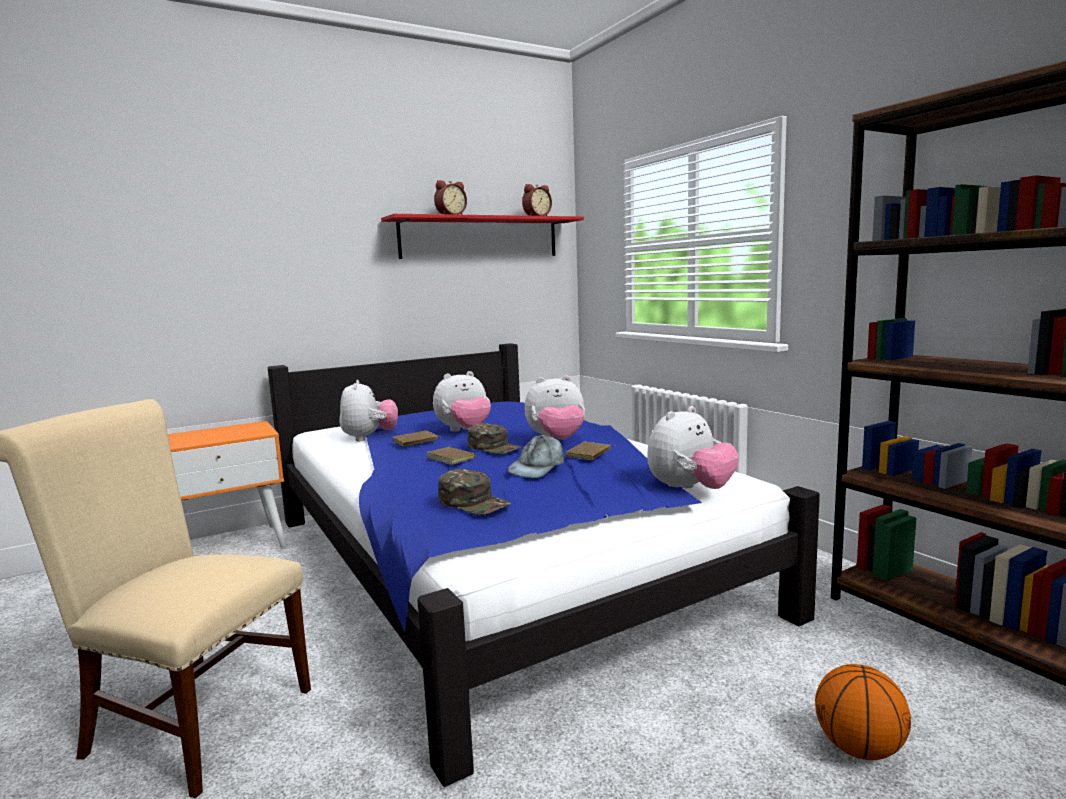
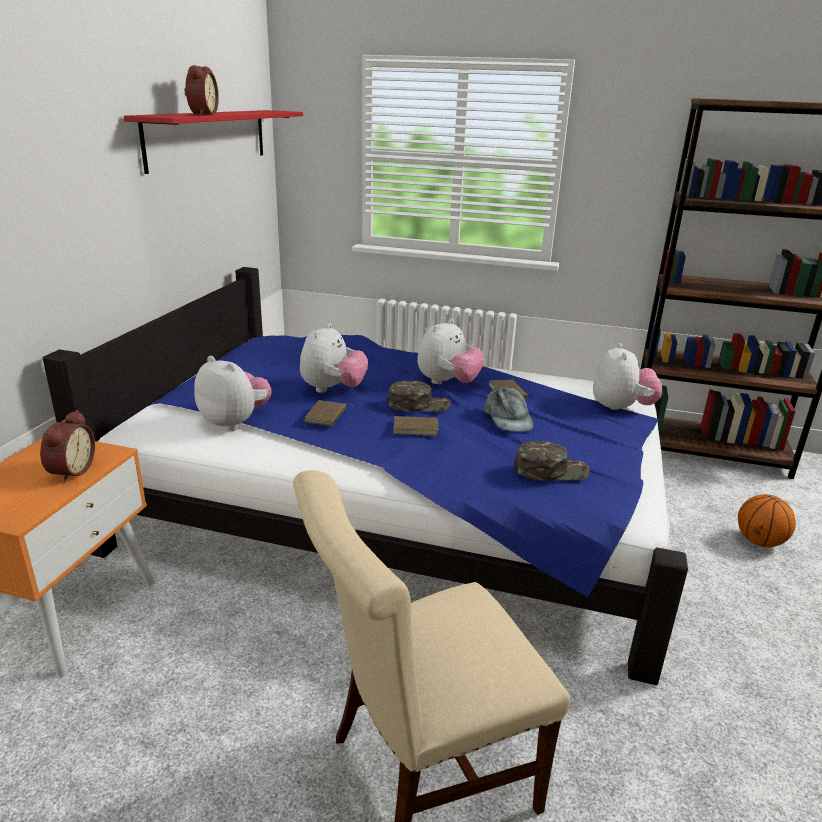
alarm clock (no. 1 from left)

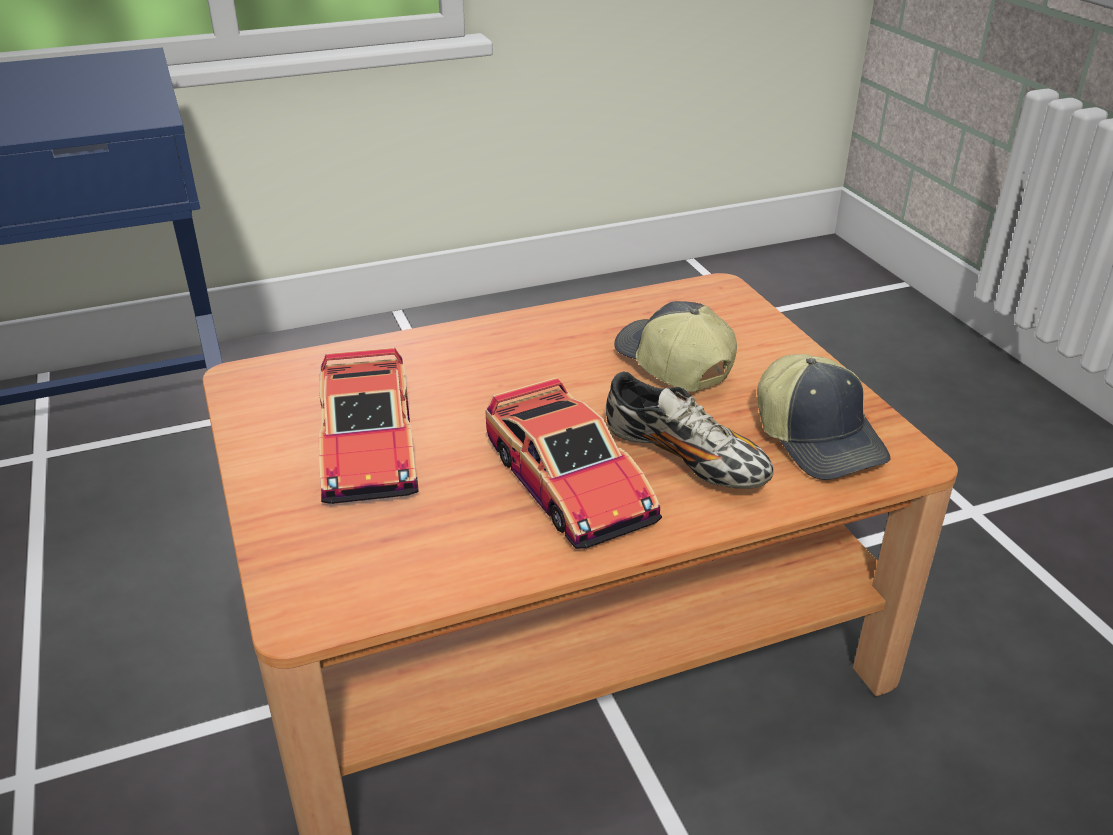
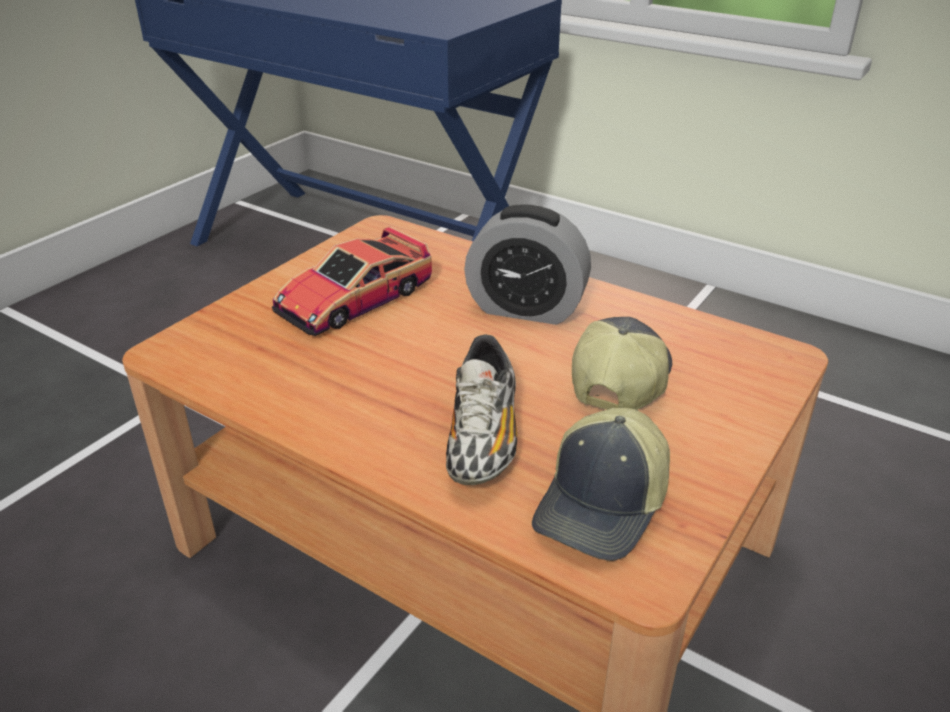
toy car (no. 2 from left in the first image)
alarm clock

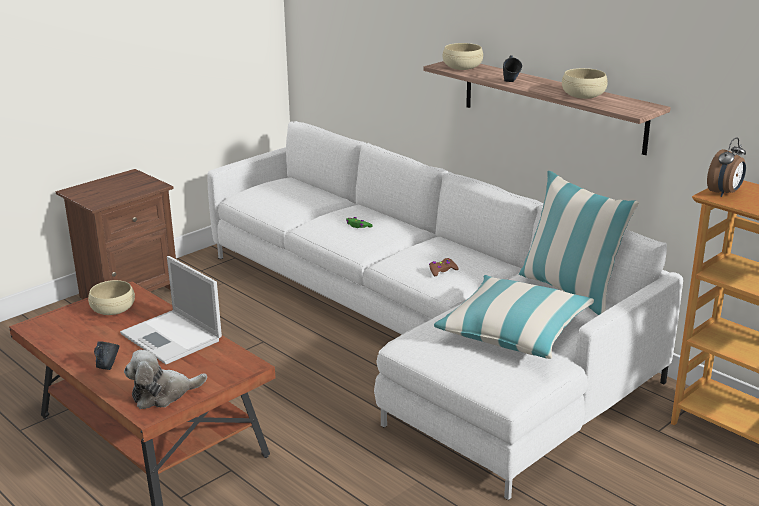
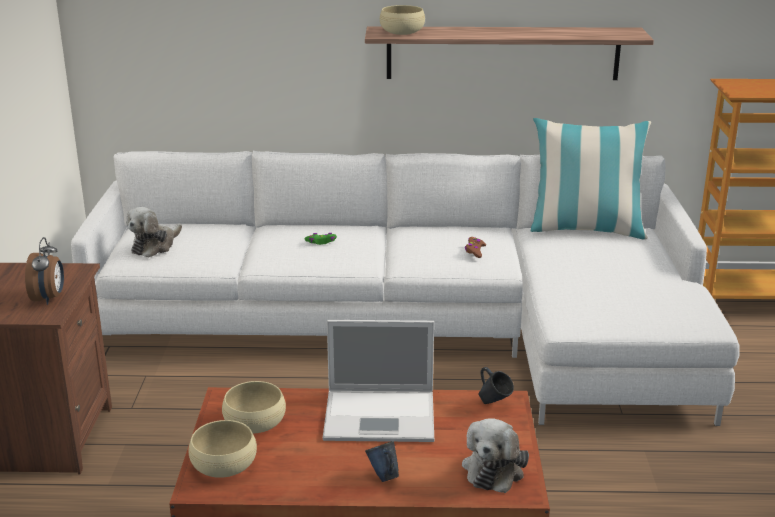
pillow (no. 1 from left in the first image)
plush toy (no. 1 from left)
blue mug (no. 2 from left)
beige bowl (no. 1 from left)
alarm clock

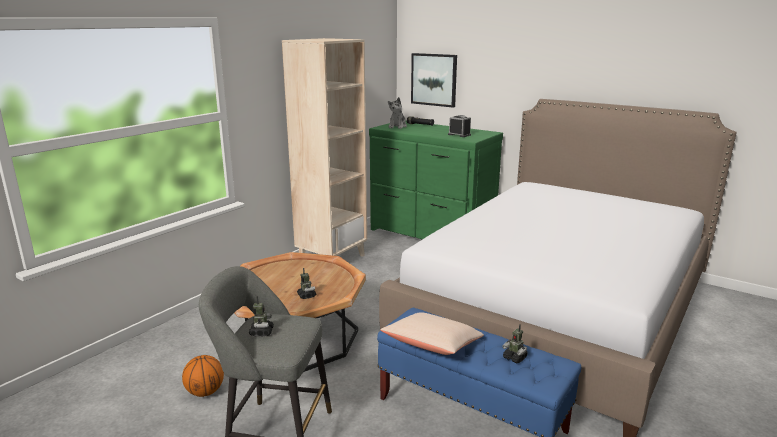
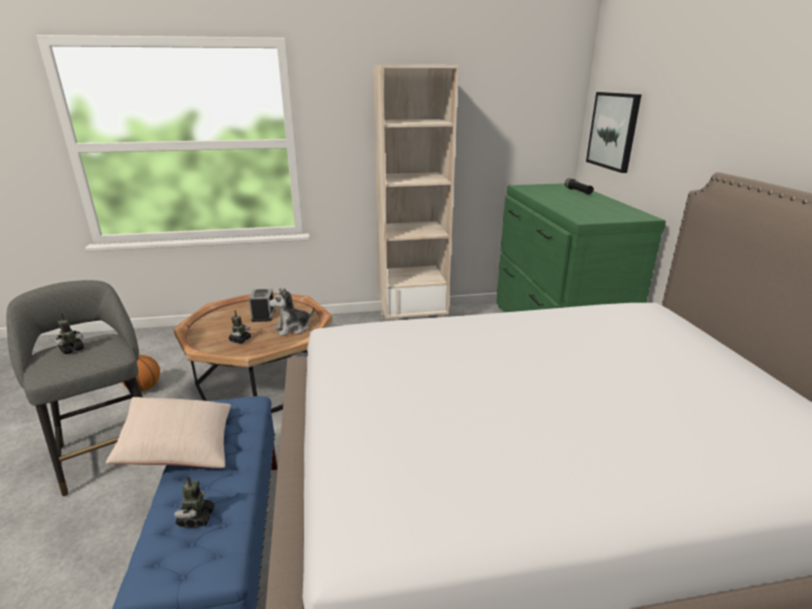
plush toy
alarm clock

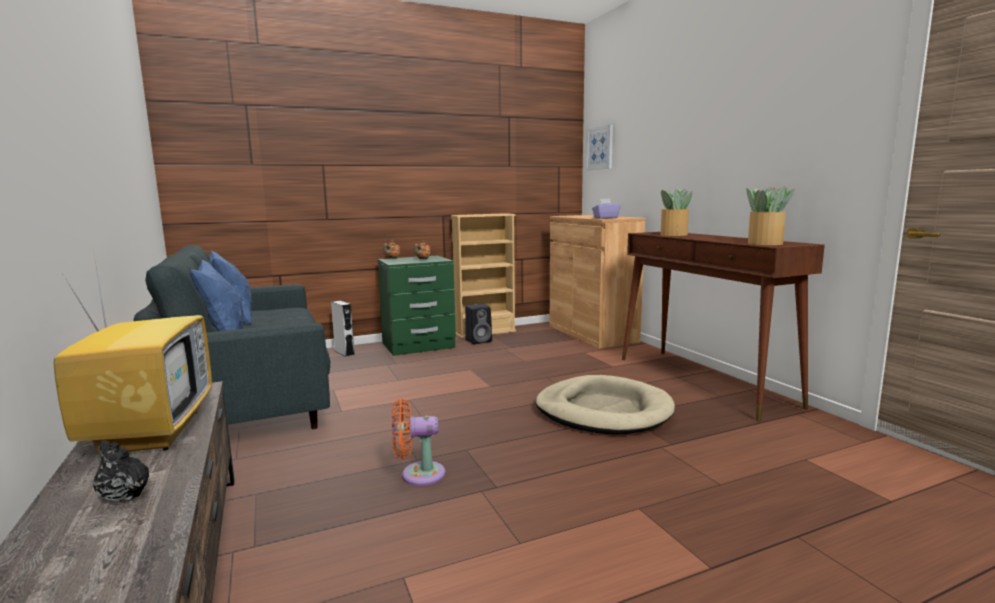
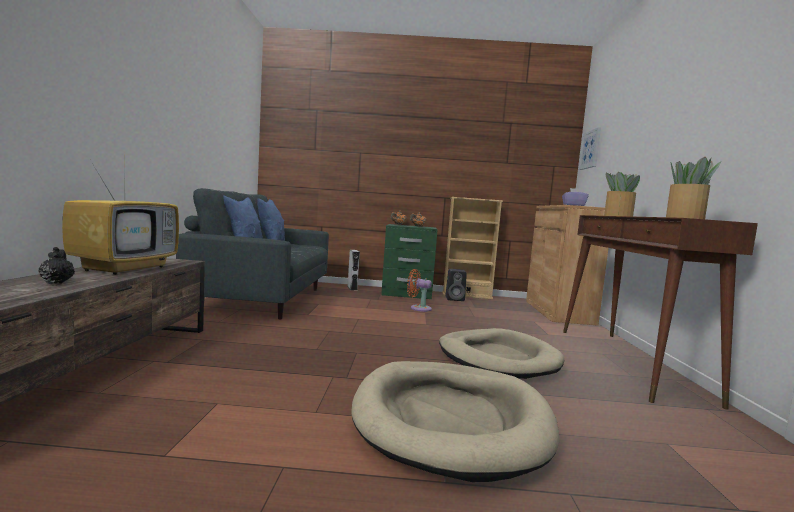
beige dog bed (no. 1 from left)
orange fan

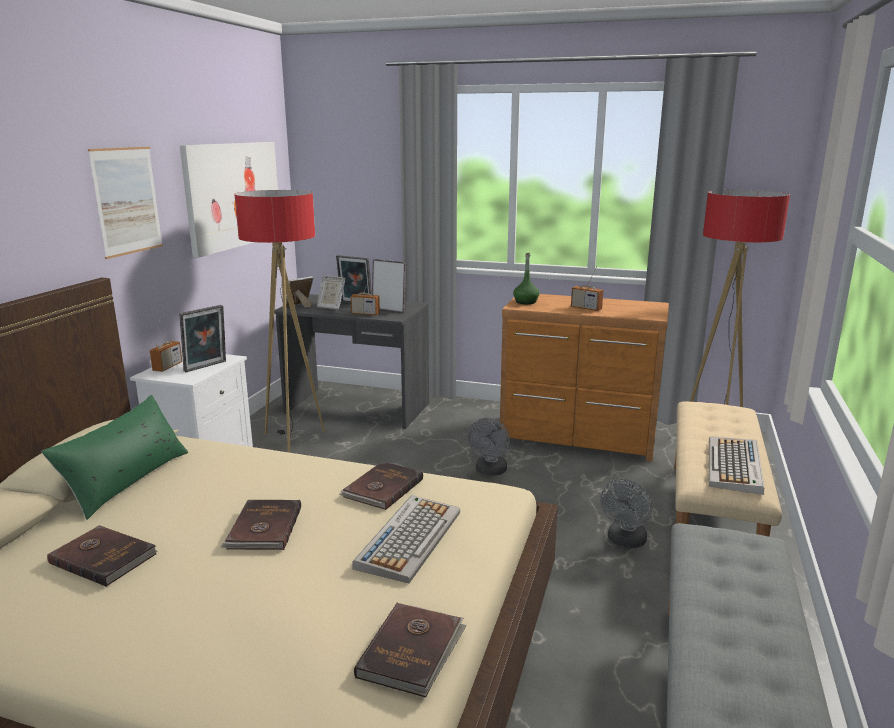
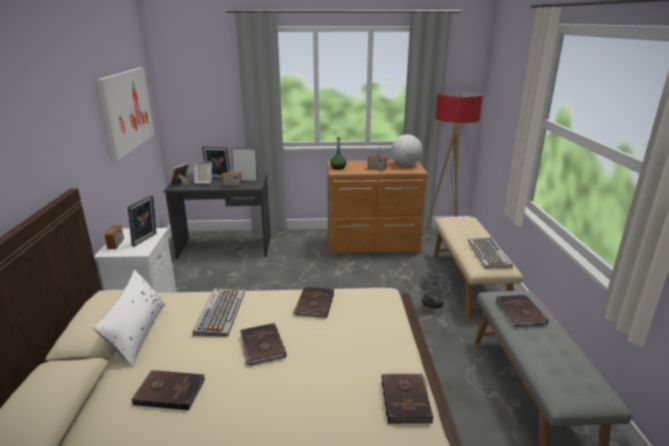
picture (no. 1 from left in the first image)
floor lamp (no. 1 from left in the first image)
grey fan (no. 1 from left in the first image)
globe
brown book (no. 5 from left)
keyboard (no. 1 from left)
white pillow

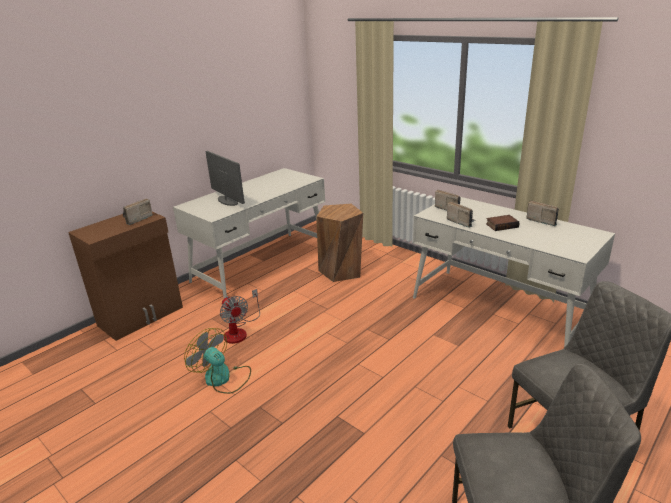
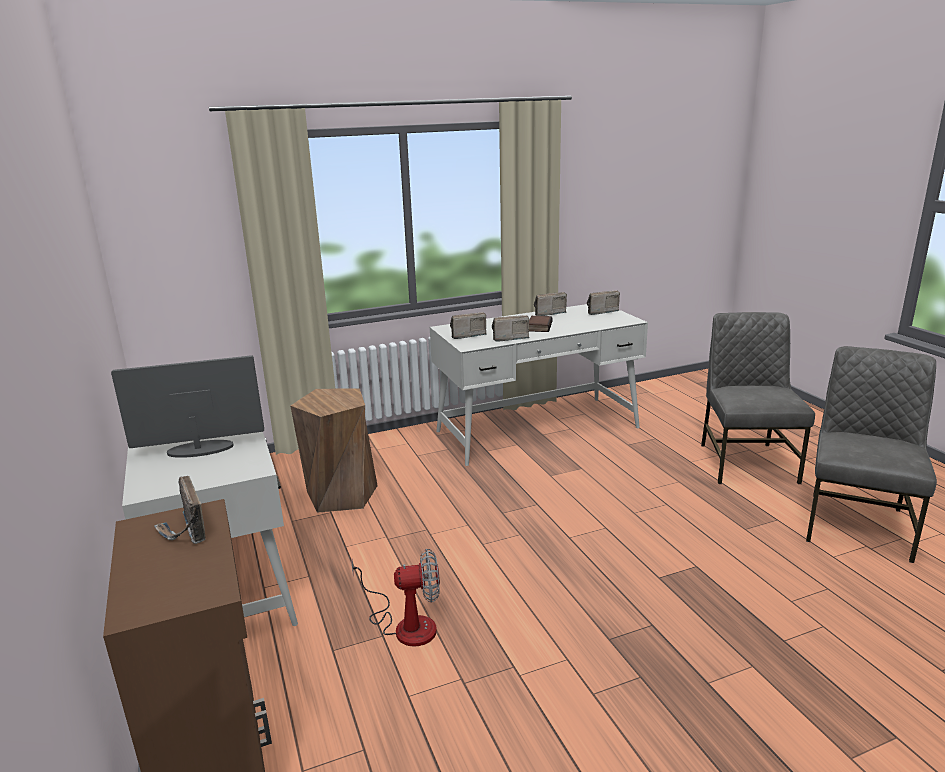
fan (no. 1 from left in the first image)
radio (no. 5 from left)

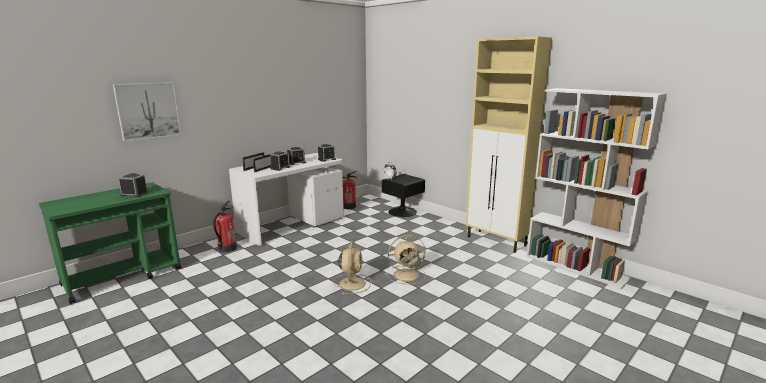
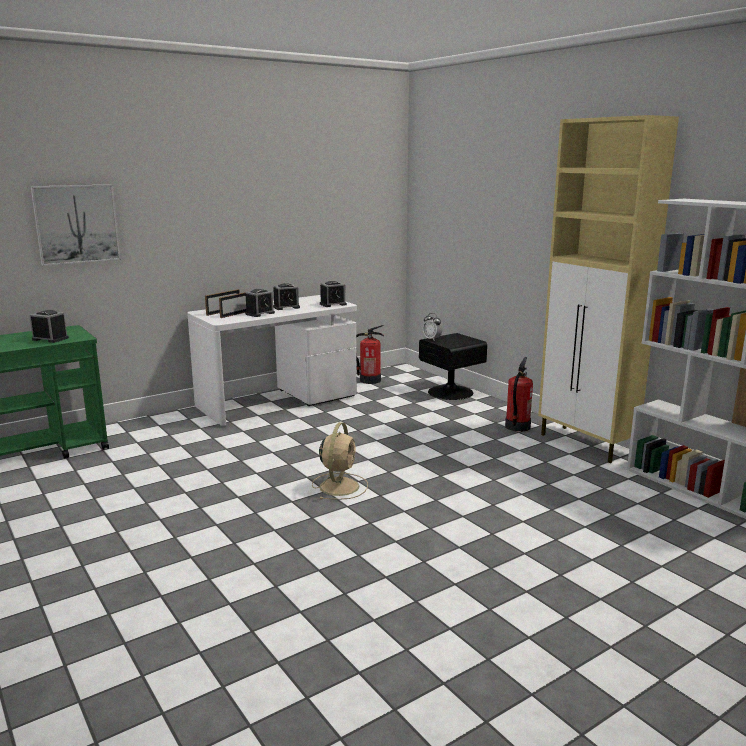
beige fan (no. 2 from left in the first image)
fire extinguisher (no. 2 from left)

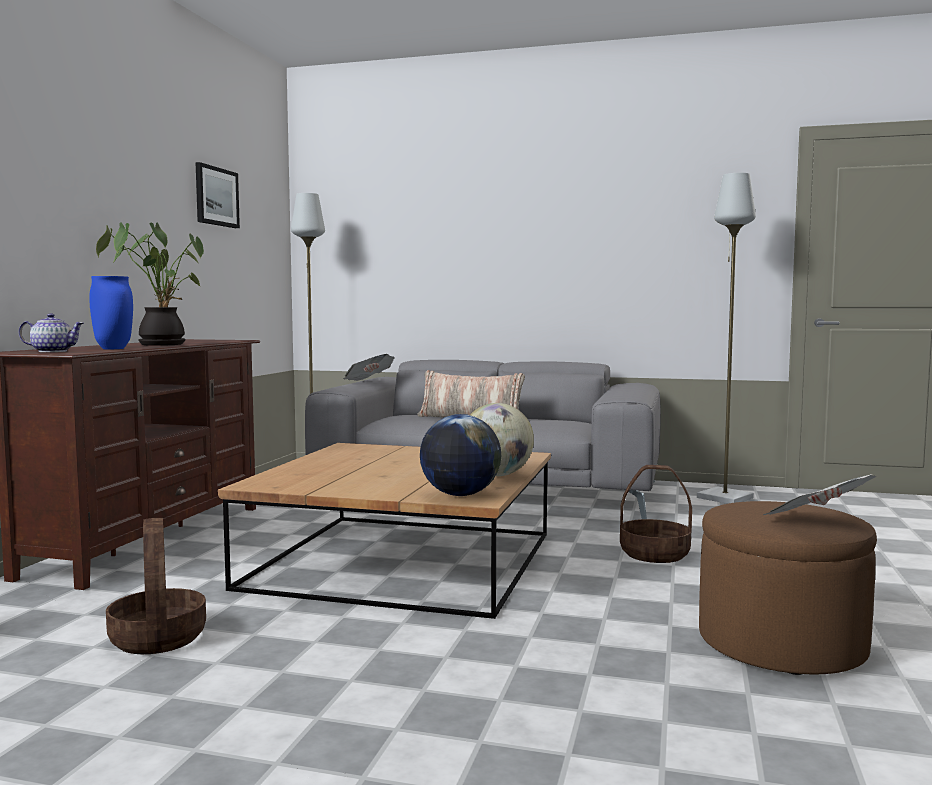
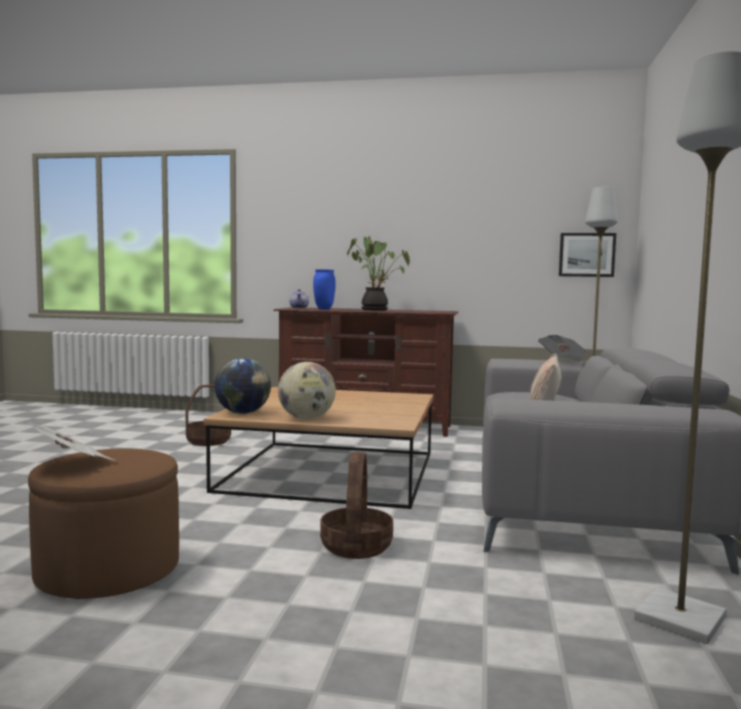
picture

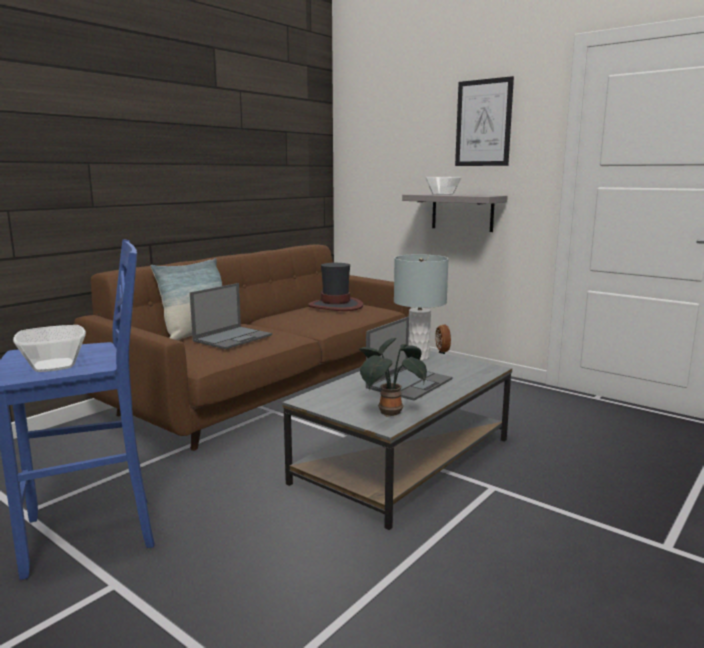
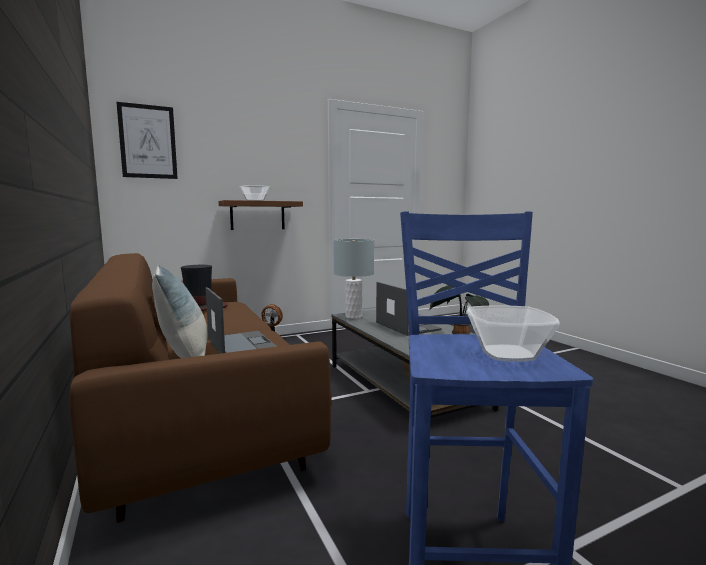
picture
brown shelf

